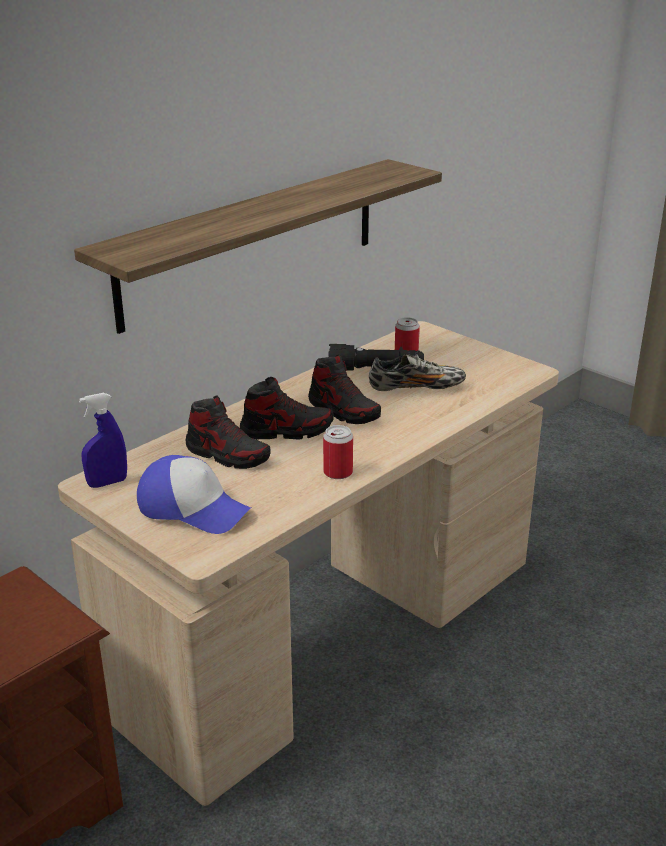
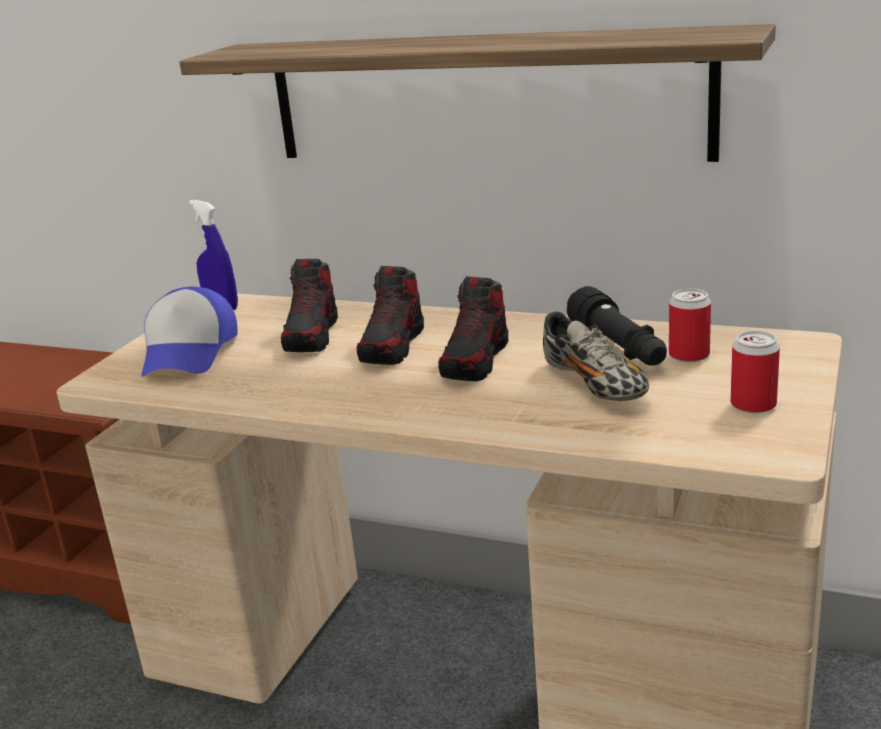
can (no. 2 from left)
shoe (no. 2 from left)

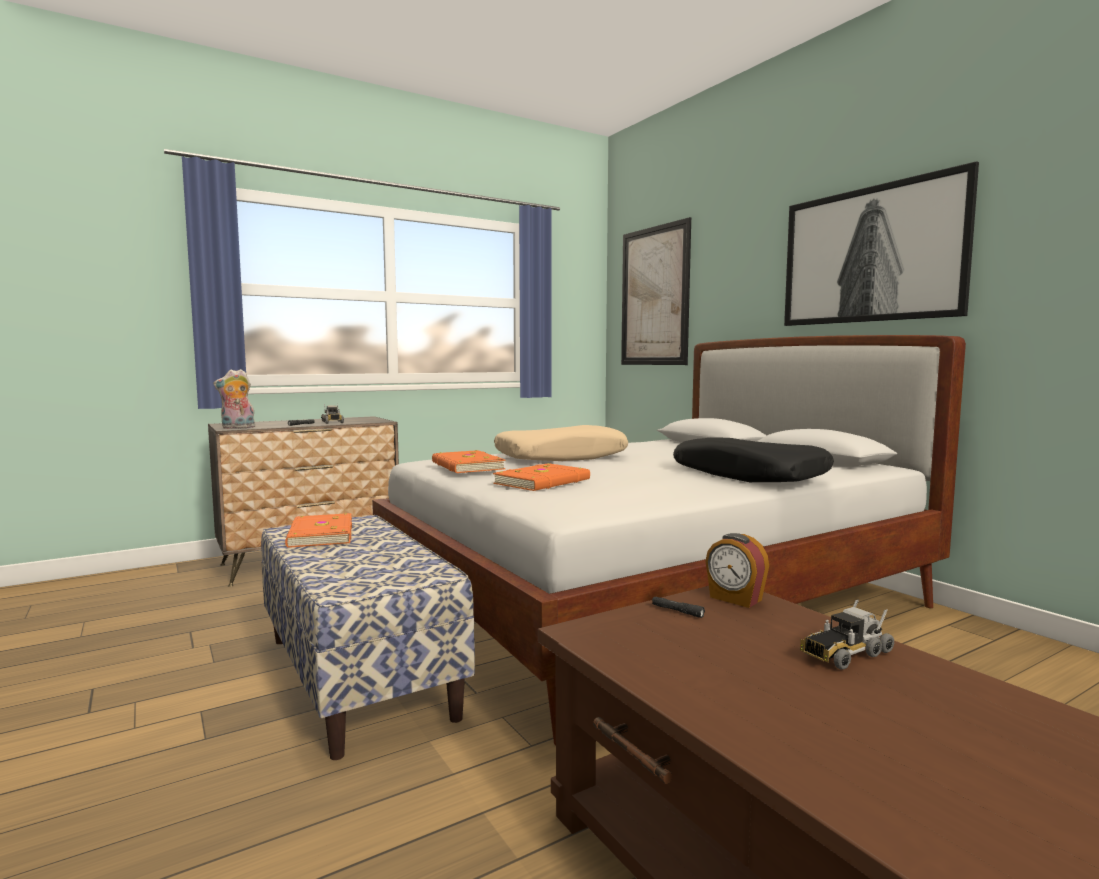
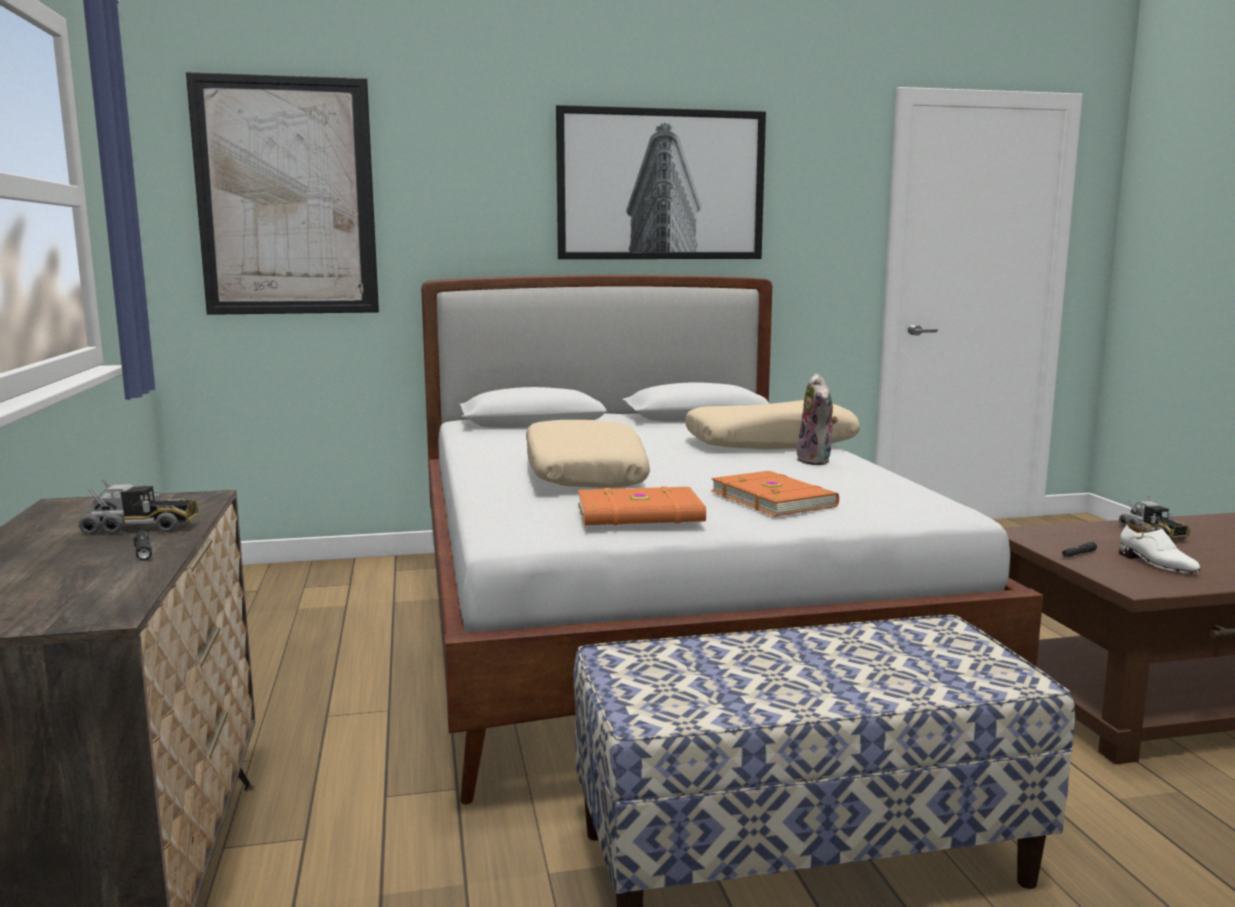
orange book (no. 1 from left in the first image)
alarm clock
white shoe
plush toy
beige pillow (no. 2 from left)

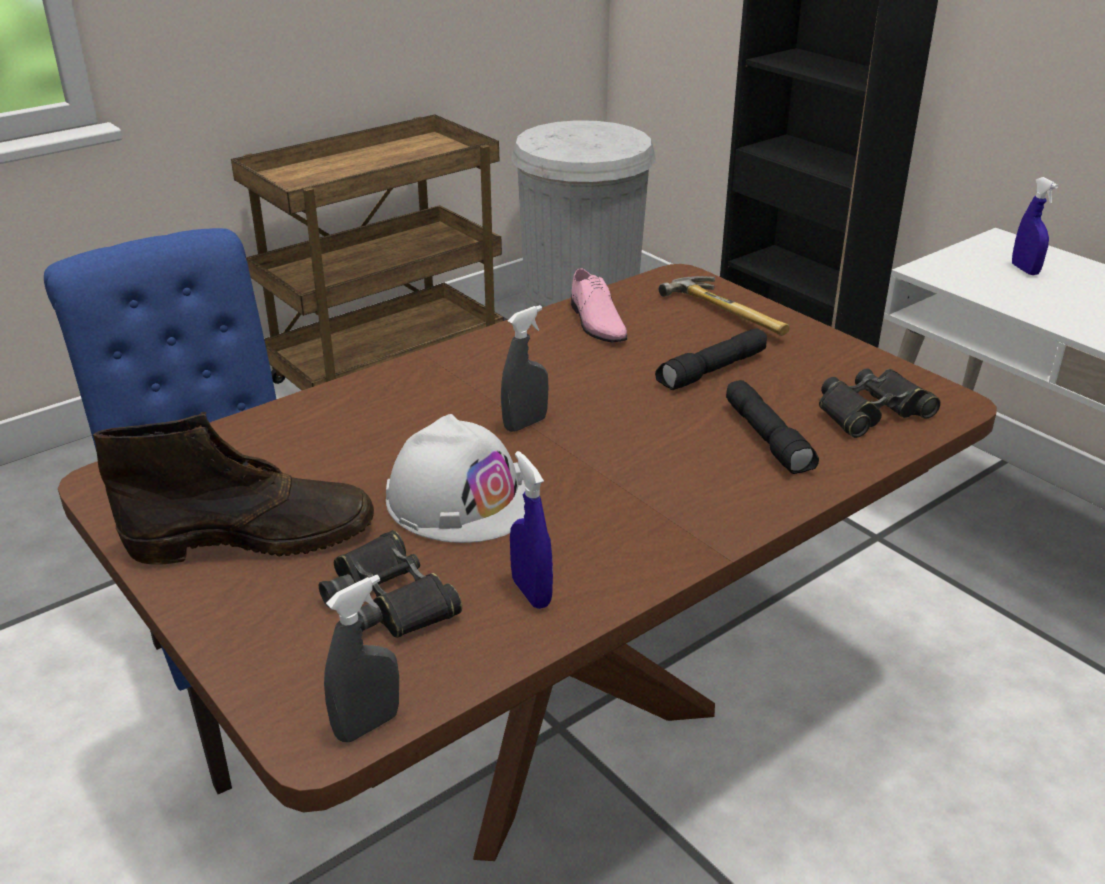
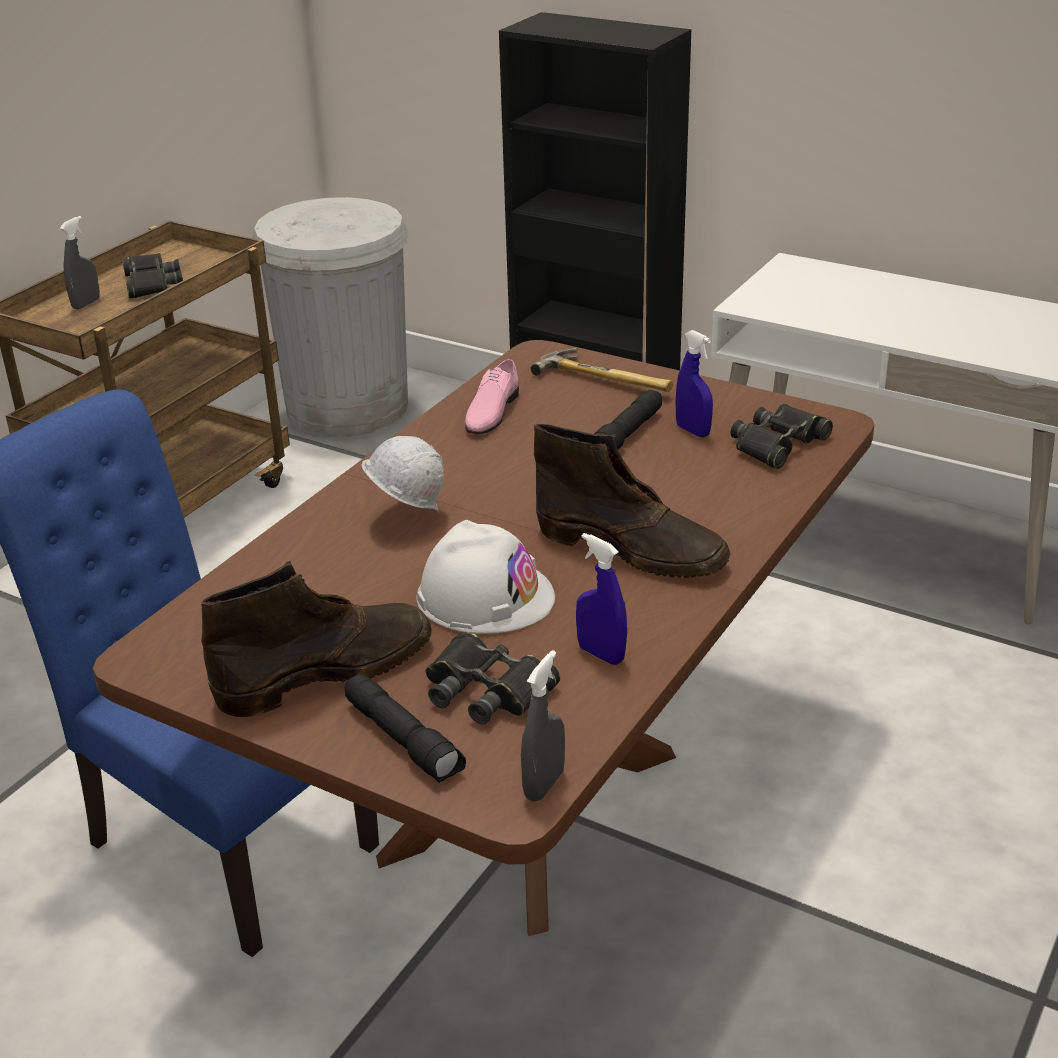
black binoculars (no. 1 from left)
white hard hat (no. 1 from left)
brown boot (no. 2 from left)
grey spray bottle (no. 1 from left)
black flashlight (no. 1 from left)
blue spray bottle (no. 2 from left)
pink shoe

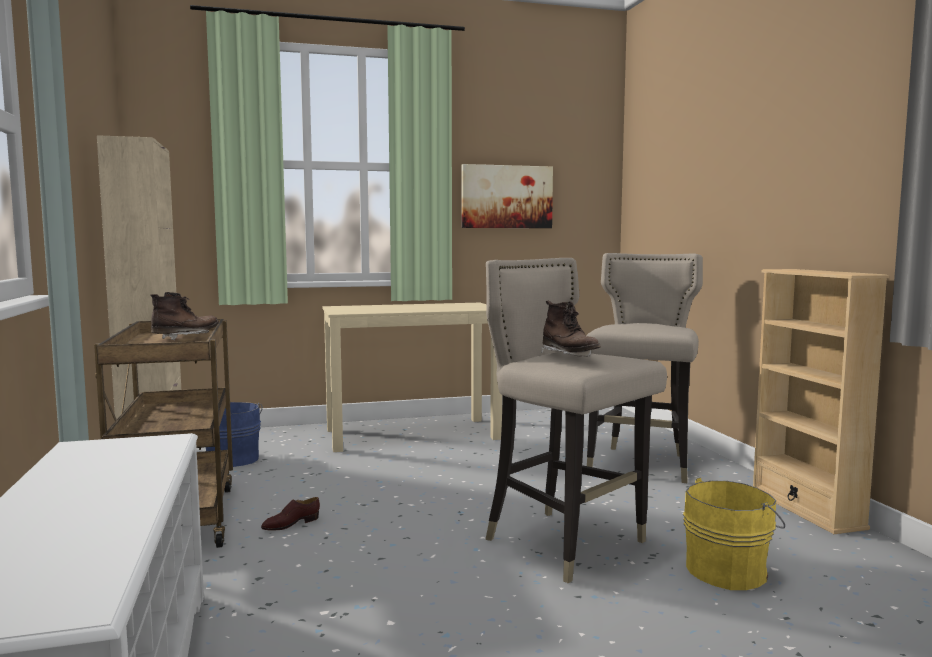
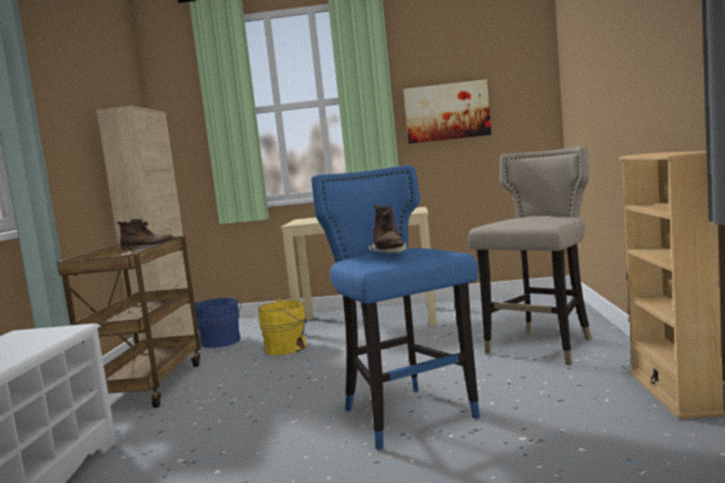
brown shoe
yellow bucket
blue stool

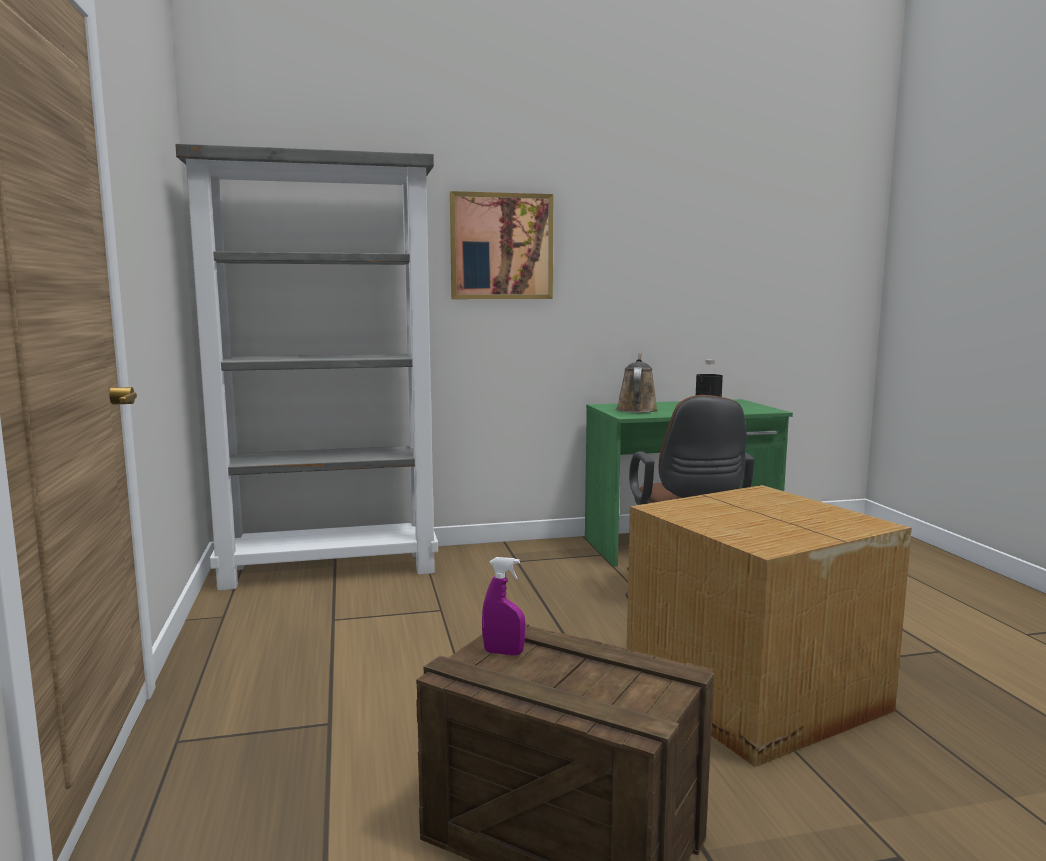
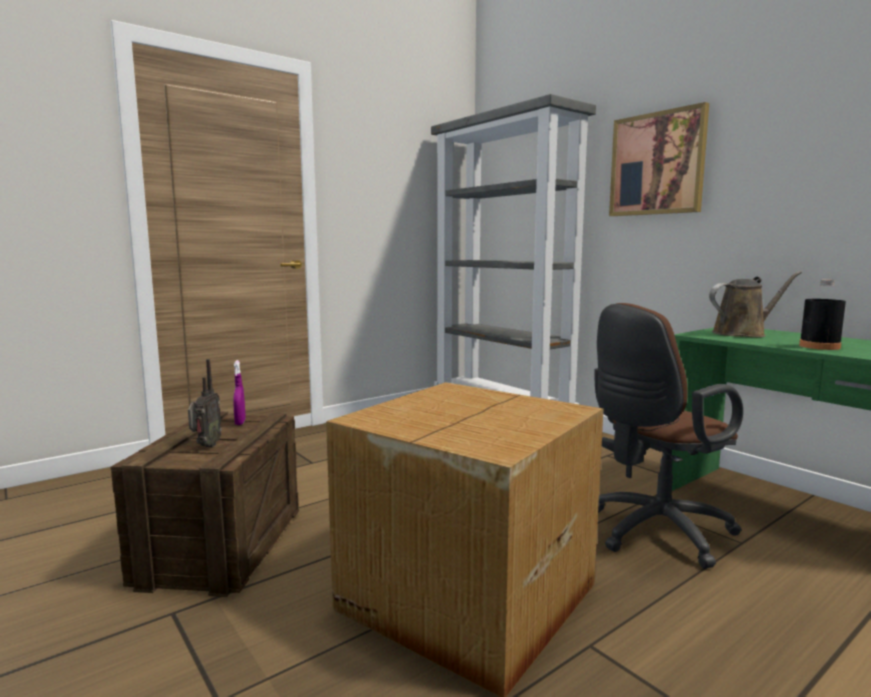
radio

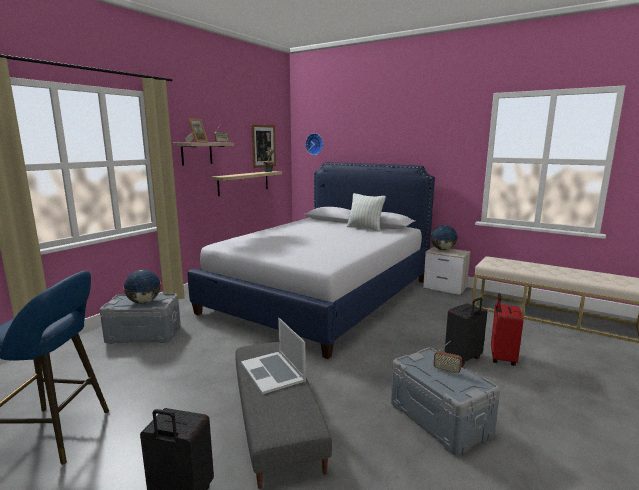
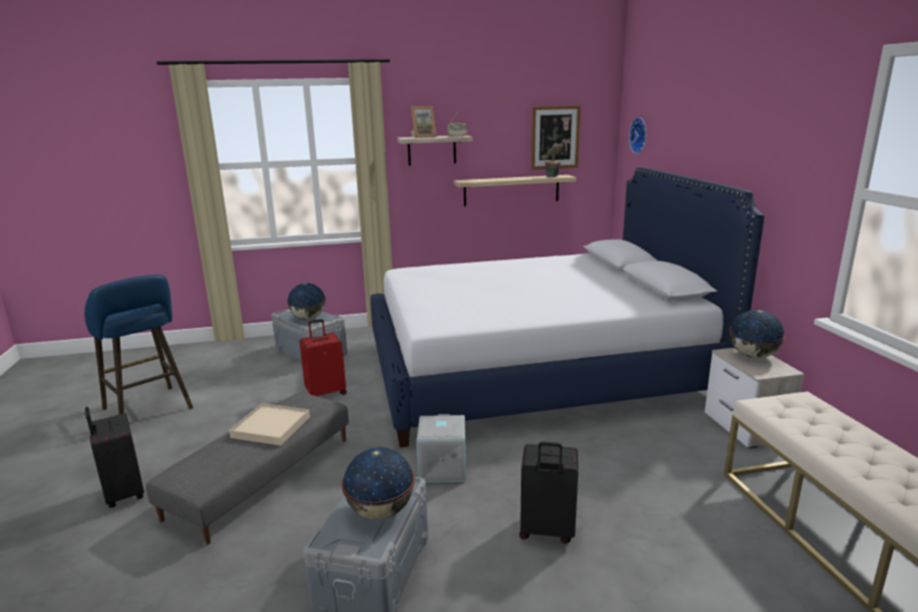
pillow
grey storage box (no. 3 from left)
red suitcase
beige tray
globe (no. 2 from left)

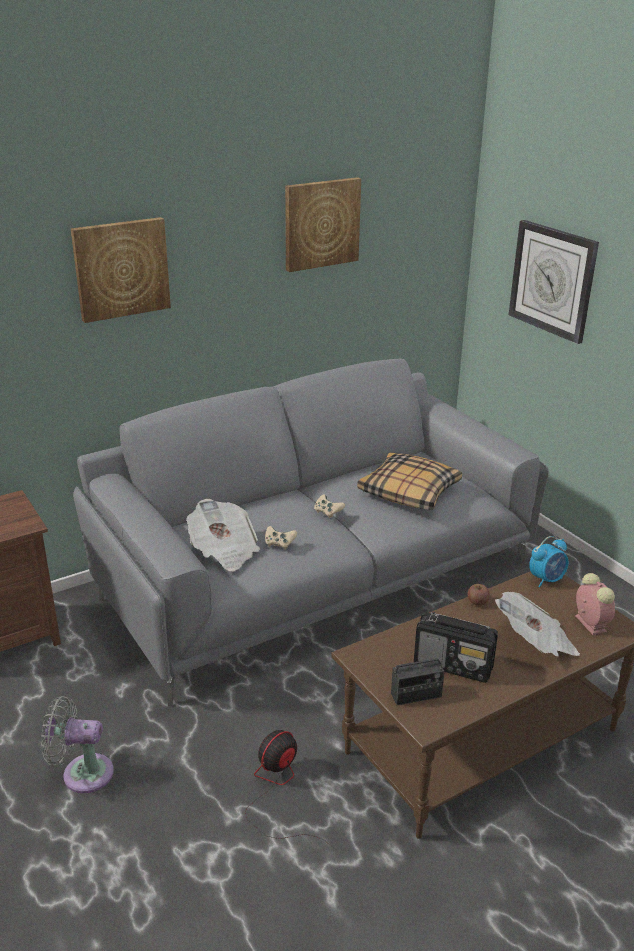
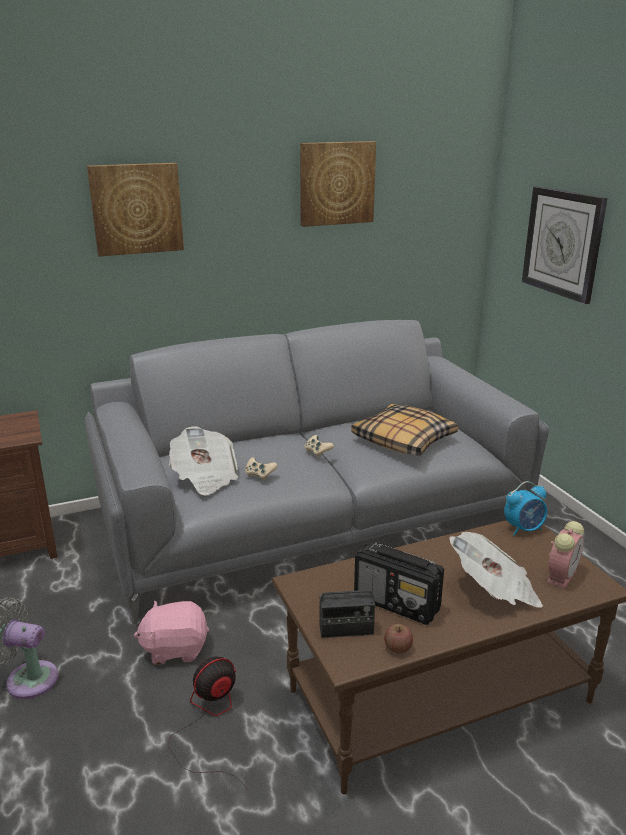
pink plush toy
apple
alarm clock (no. 2 from left)

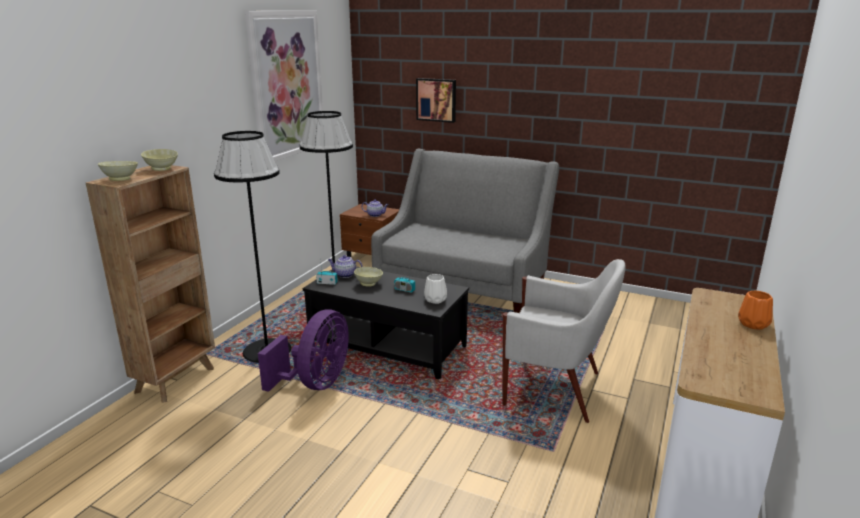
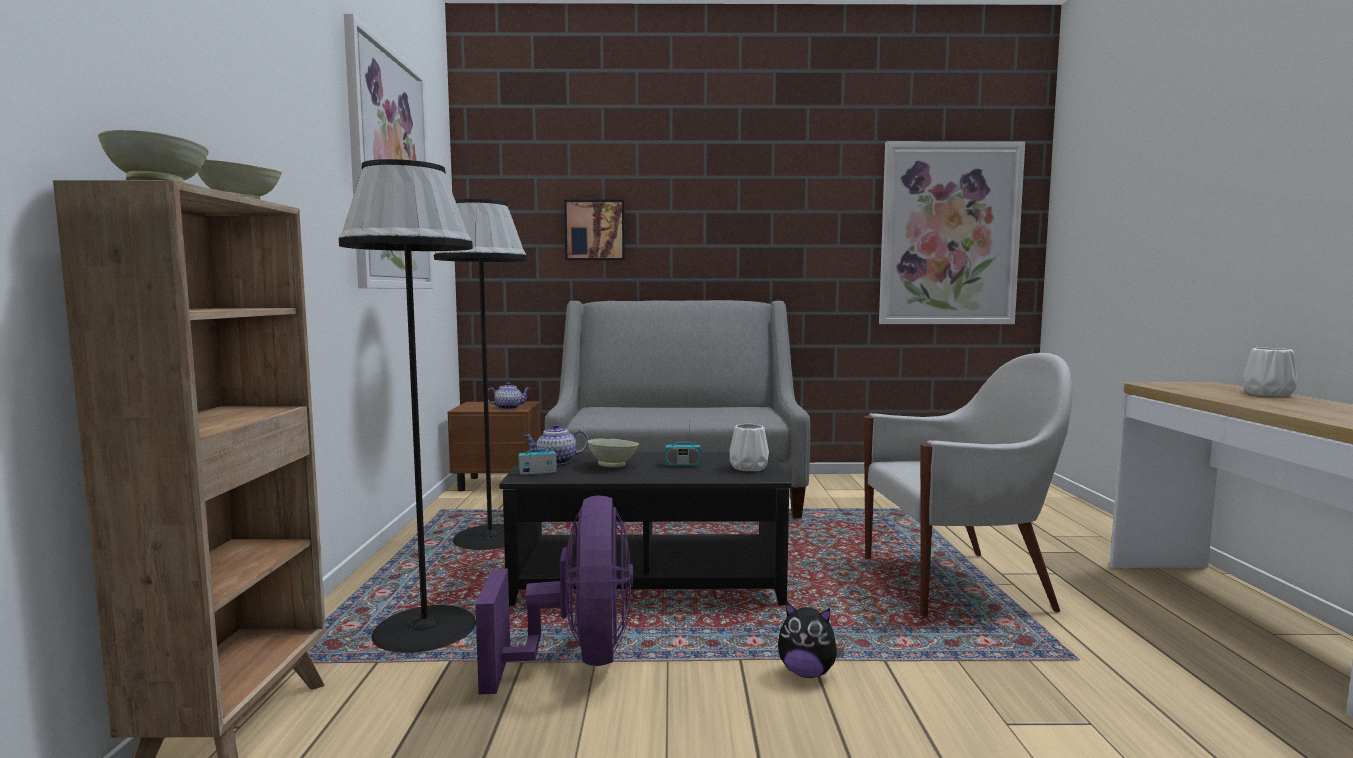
plush toy
picture (no. 3 from left)
white vase (no. 2 from left)

